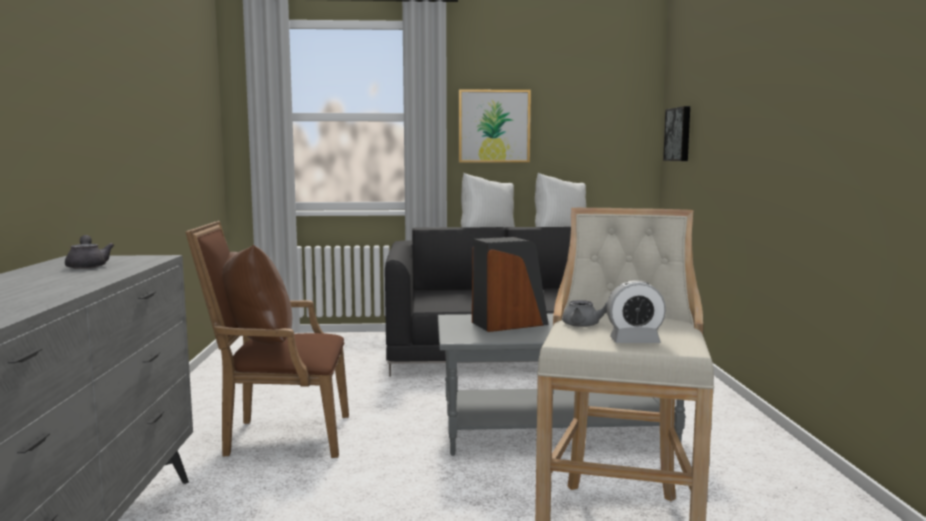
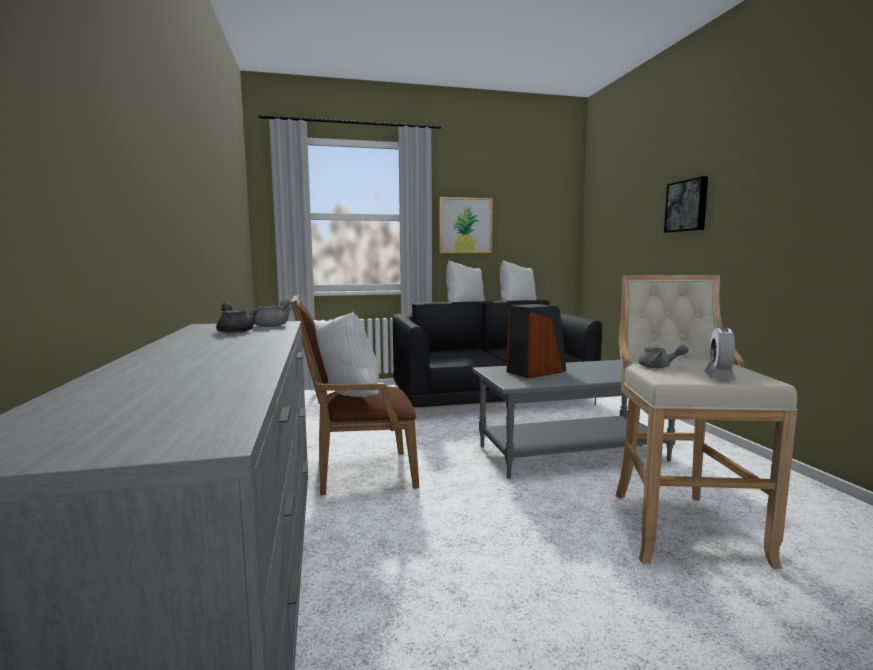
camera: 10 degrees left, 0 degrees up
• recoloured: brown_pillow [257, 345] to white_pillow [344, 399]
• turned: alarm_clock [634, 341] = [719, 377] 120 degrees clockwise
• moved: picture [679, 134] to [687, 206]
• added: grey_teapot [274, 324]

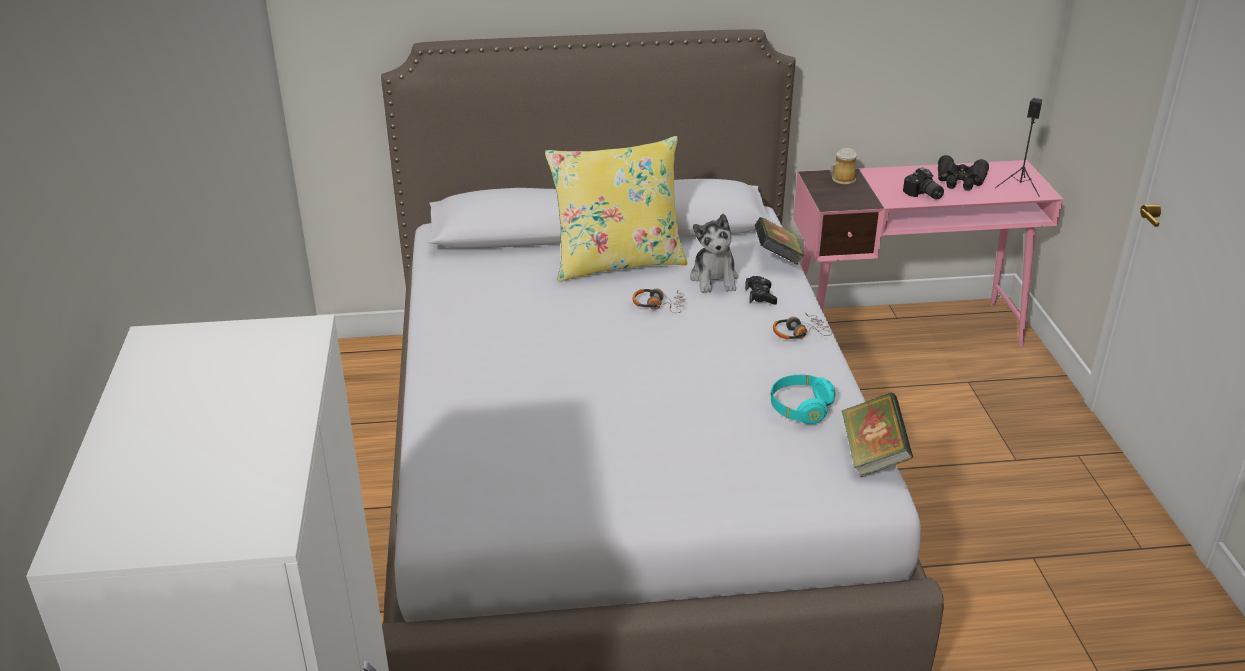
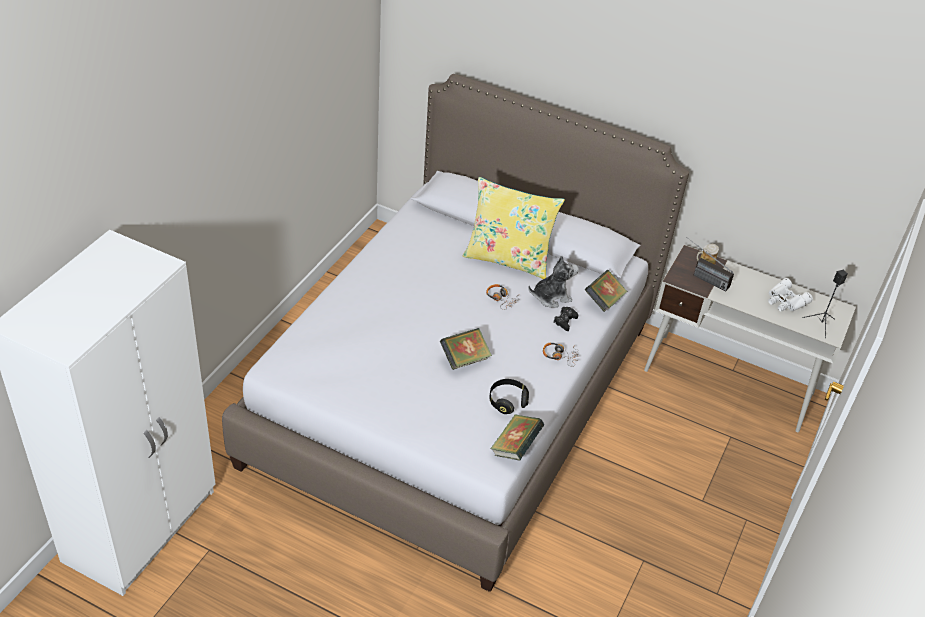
camera: 30 degrees right, 10 degrees up
• turned: plush_toy [714, 279] = [551, 297] 135 degrees counterclockwise
• recoloured: turquoise_headphones [800, 409] to black_headphones [507, 401]
• recoloured: pink_desk [906, 330] to white_desk [729, 382]
• removed: photo_camera [923, 195]
• recoloured: black_binoculars [960, 180] to white_binoculars [785, 301]
• added: book [464, 359]
• added: radio [702, 277]

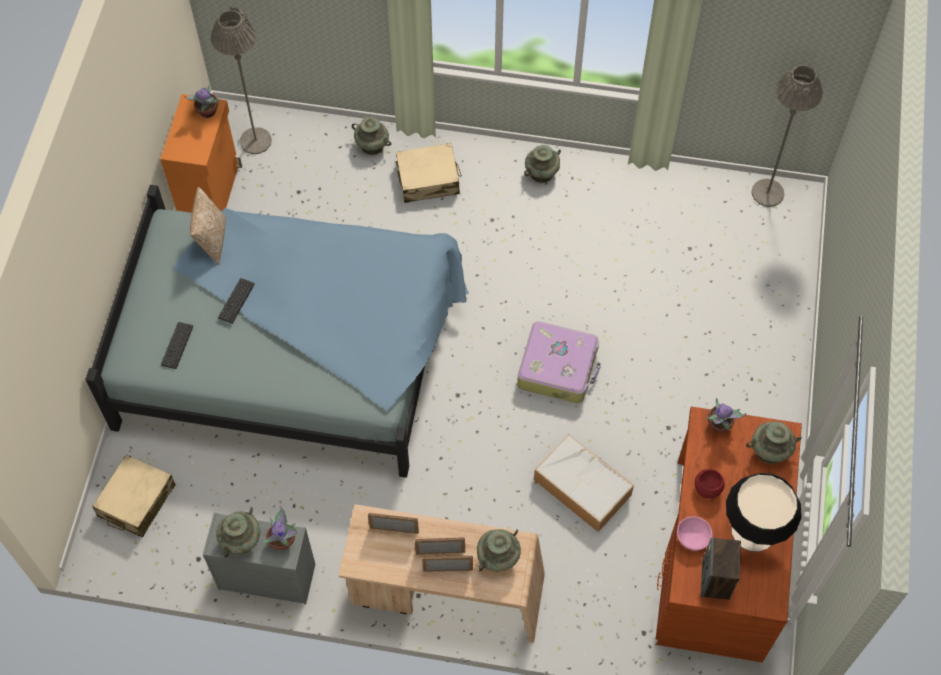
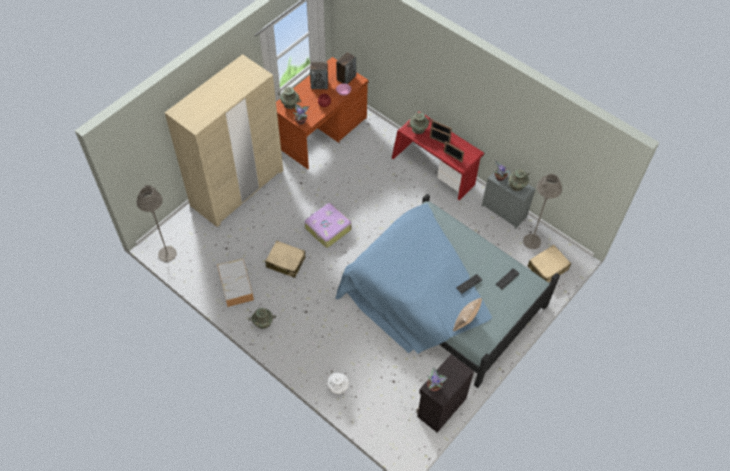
camera: 150 degrees left, 5 degrees down
• recoloured: orange_cabinet [211, 192] to black_cabinet [440, 407]
• moved: grey_floor_lamp [255, 141] to [532, 241]
• recoloured: beige_desk [446, 593] to red_desk [434, 171]
• recoloured: turquoise_vase [372, 145] to white_vase [338, 387]
• moved: beige_suitcase [428, 179] to [285, 262]
• moved: storage_box [581, 487] to [236, 286]
• replaced: table_lamp [753, 531] to speaker [319, 84]
• added: beige_wardrobe [237, 188]

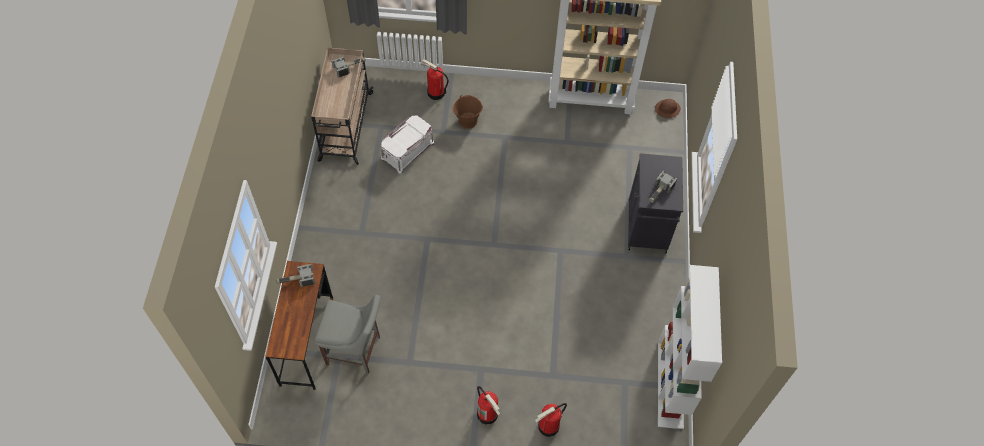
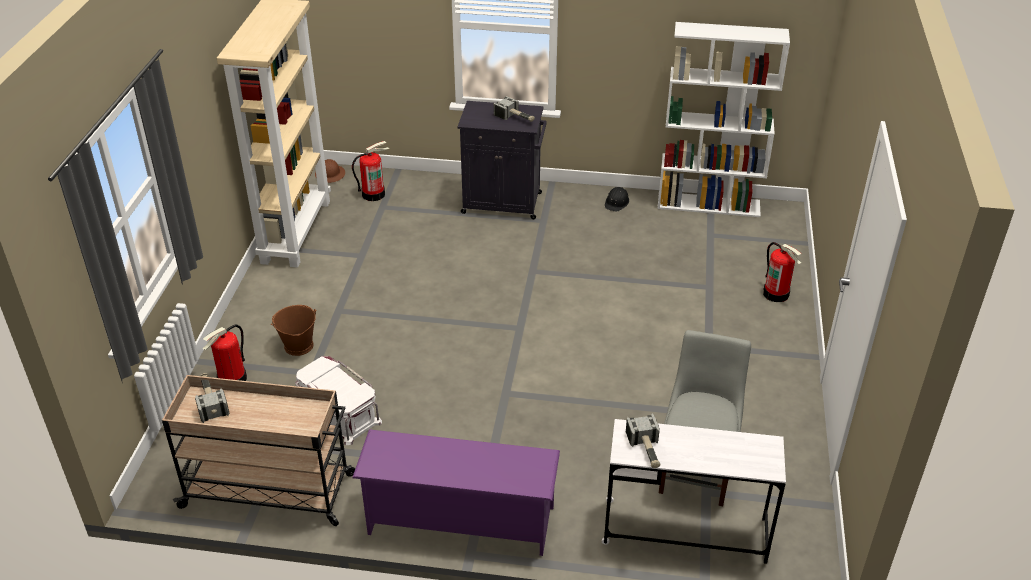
camera: 85 degrees left, 20 degrees down
• recoloured: brown_desk [307, 341] to white_desk [685, 531]
• moved: fire_extinguisher [487, 414] to [373, 194]
• added: purple_shoe_rack [459, 521]
• added: black_hard_hat [617, 202]

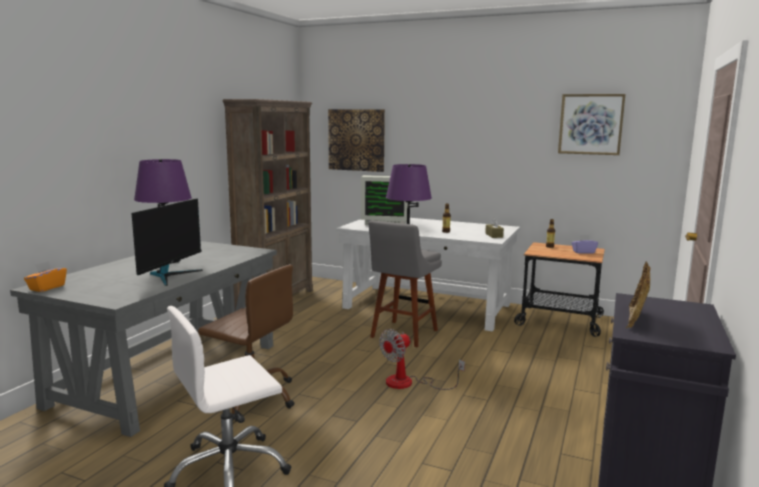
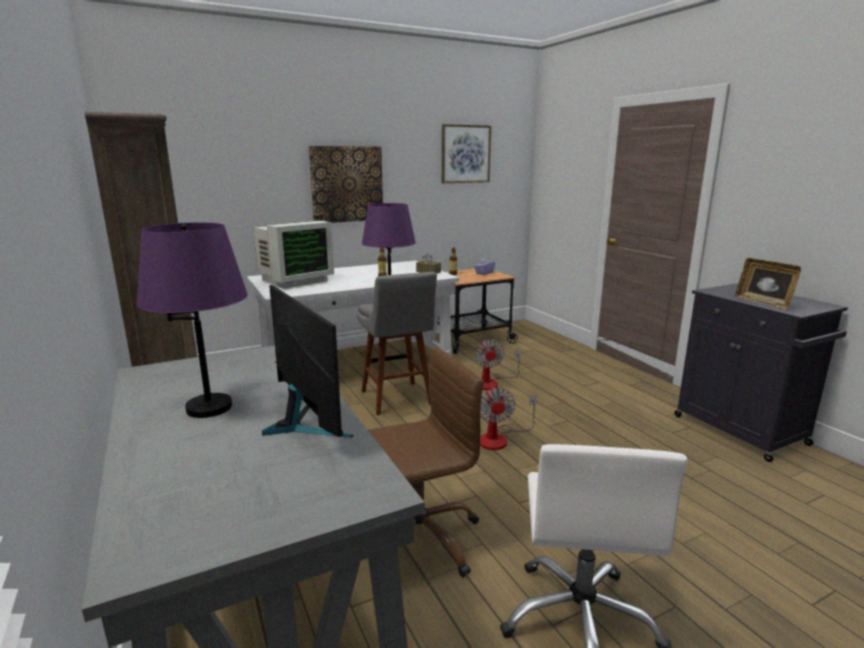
camera: 50 degrees left, 5 degrees up
• removed: orange_tissue_box [47, 288]
• moved: picture [356, 140] to [347, 184]
• added: fan [492, 382]

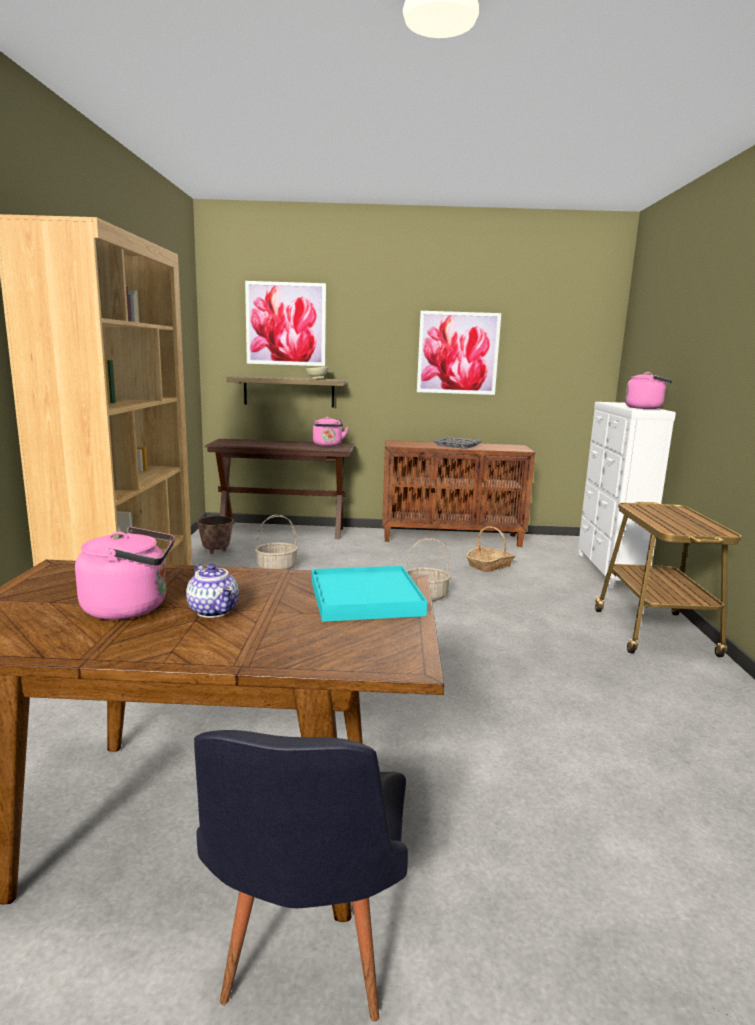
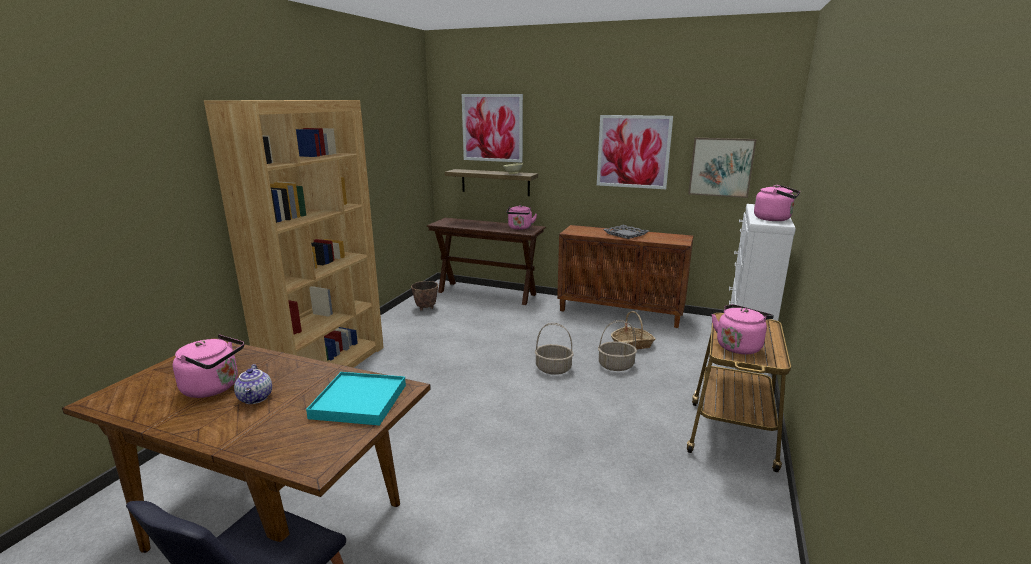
camera: 20 degrees right, 5 degrees up
• moved: basket [277, 567] to [616, 365]
• added: picture [721, 167]
• added: pink_kettle [739, 346]

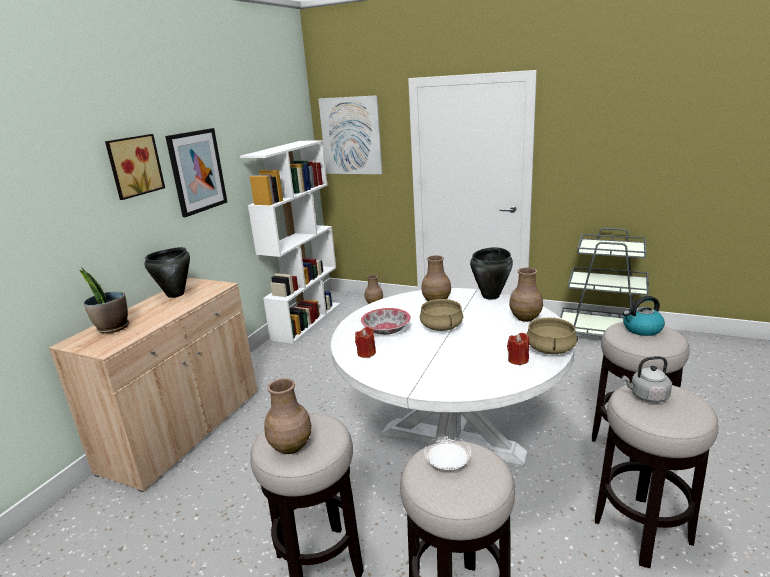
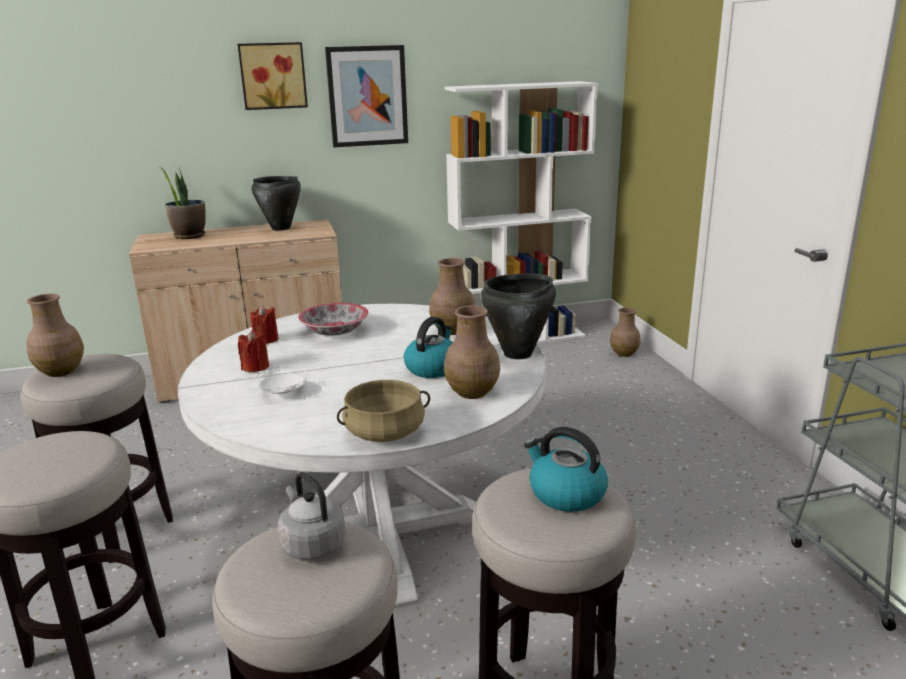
camera: 50 degrees right, 0 degrees up
• removed: picture [351, 136]
• removed: beige_cooking_pot [442, 327]
• moved: white_plate [447, 463] to [283, 392]
• moved: red_candle [518, 360] to [255, 367]
• added: kettle [432, 368]

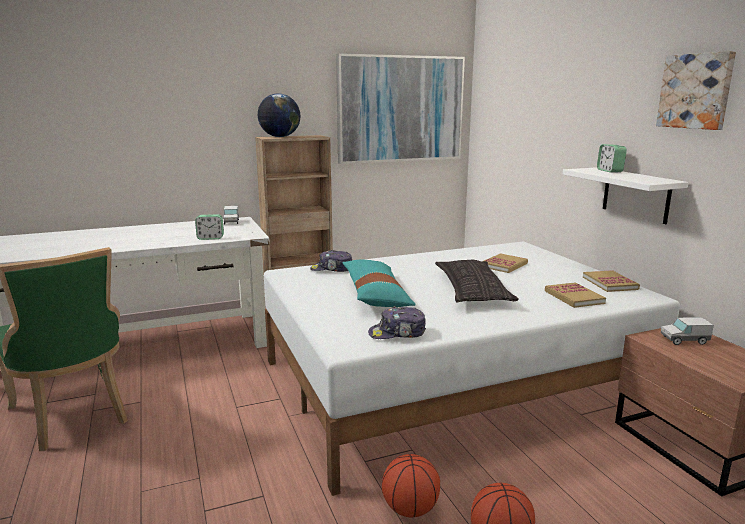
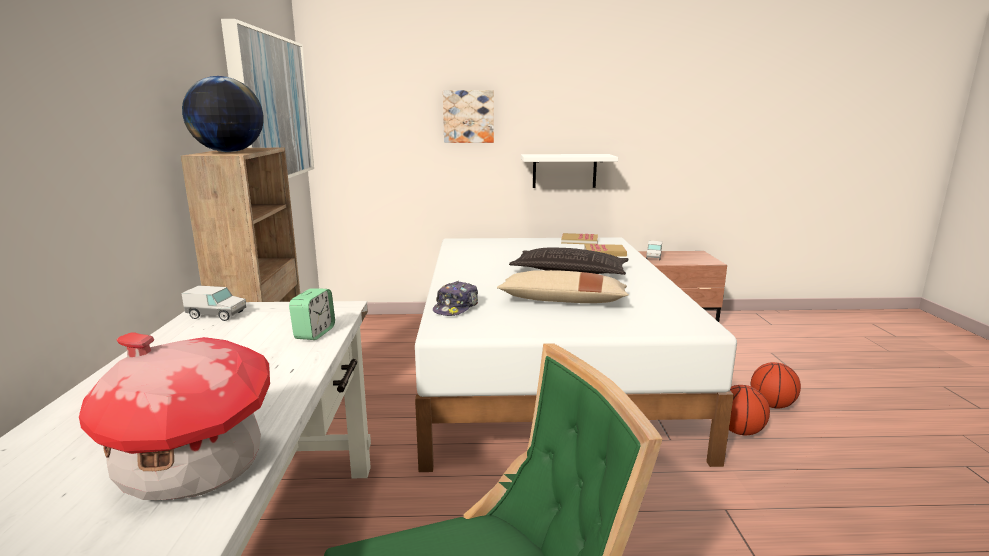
camera: 70 degrees left, 0 degrees up
• recoloured: turquoise_pillow [375, 295] to beige_pillow [563, 301]
• removed: cap [397, 333]
• removed: book [504, 265]
• removed: alarm_clock [609, 171]
• moved: picture [696, 91] to [468, 116]
• added: toy_house [191, 465]

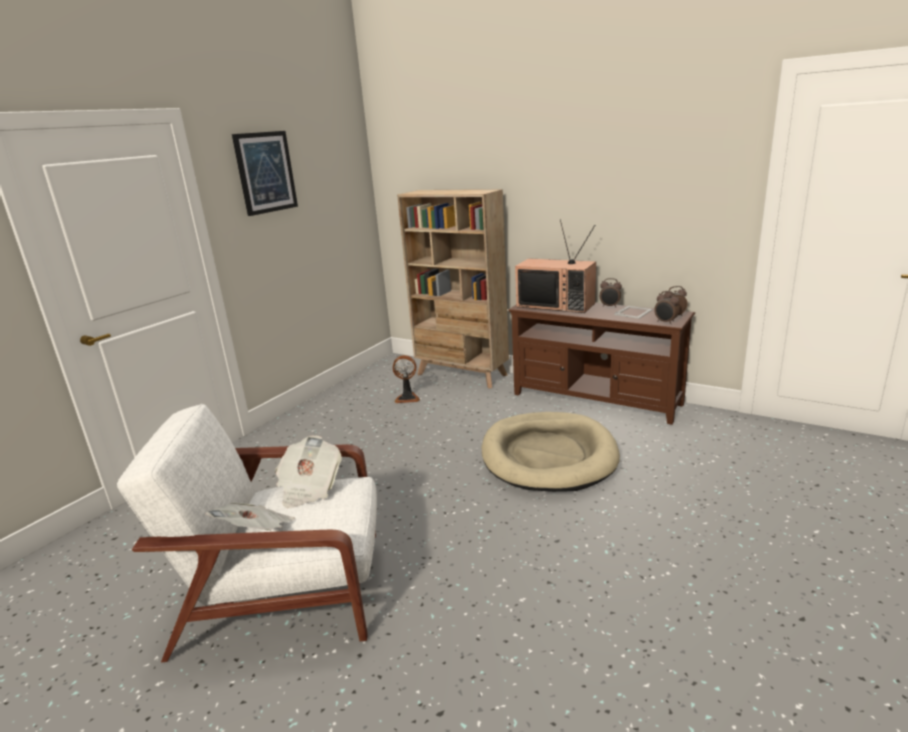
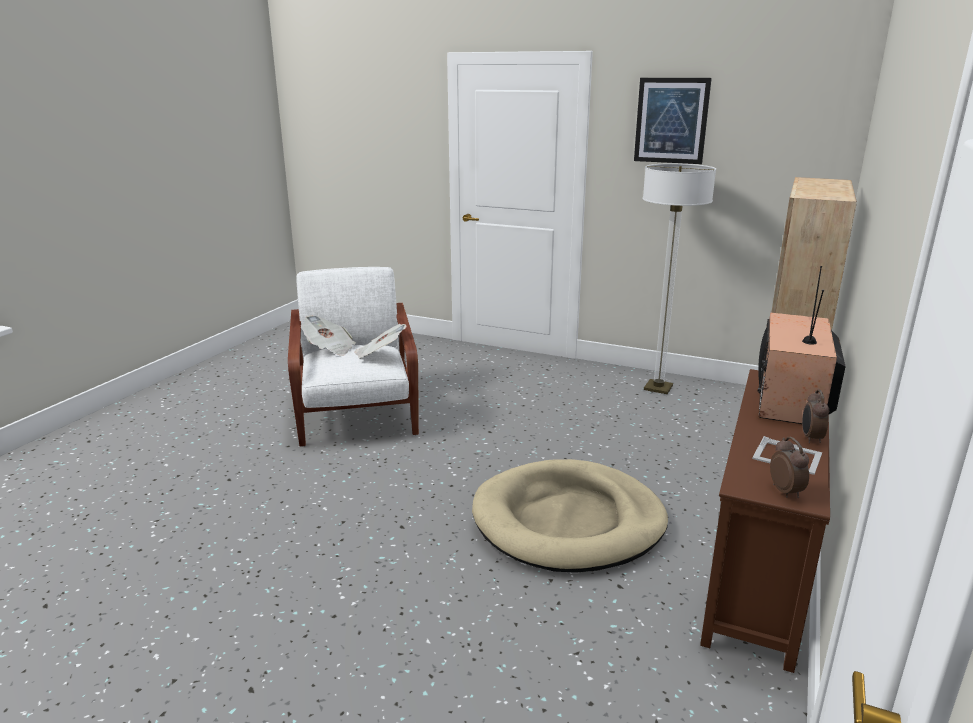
camera: 80 degrees right, 0 degrees up
• removed: fan [407, 398]
• removed: alarm_clock [665, 322]
• added: floor_lamp [658, 388]

